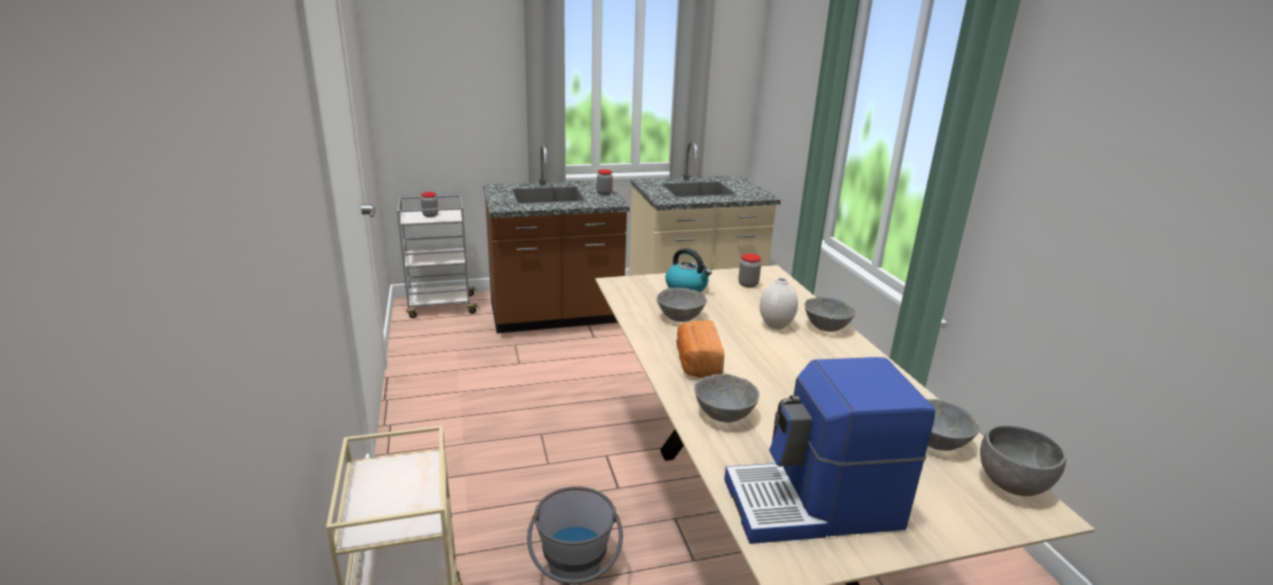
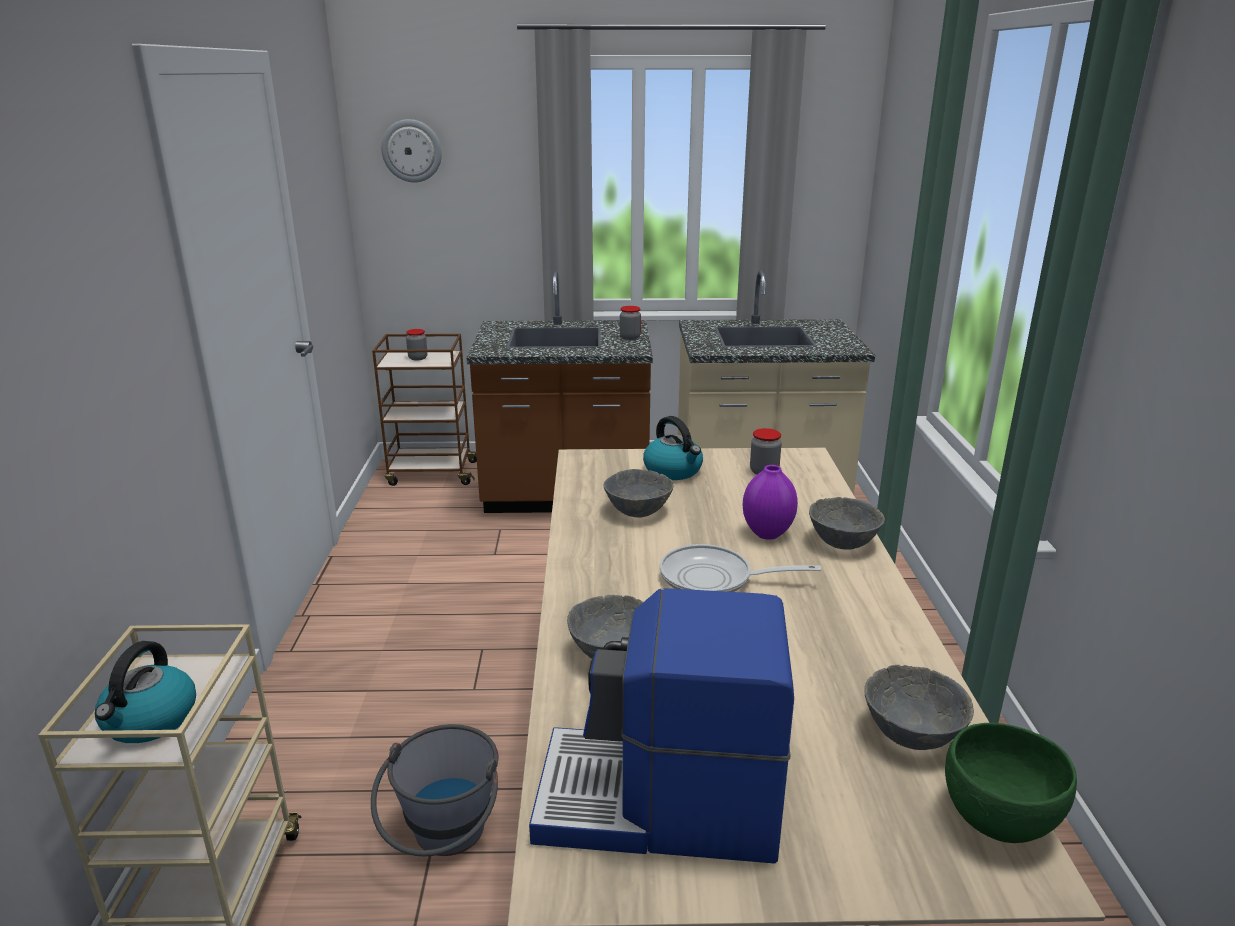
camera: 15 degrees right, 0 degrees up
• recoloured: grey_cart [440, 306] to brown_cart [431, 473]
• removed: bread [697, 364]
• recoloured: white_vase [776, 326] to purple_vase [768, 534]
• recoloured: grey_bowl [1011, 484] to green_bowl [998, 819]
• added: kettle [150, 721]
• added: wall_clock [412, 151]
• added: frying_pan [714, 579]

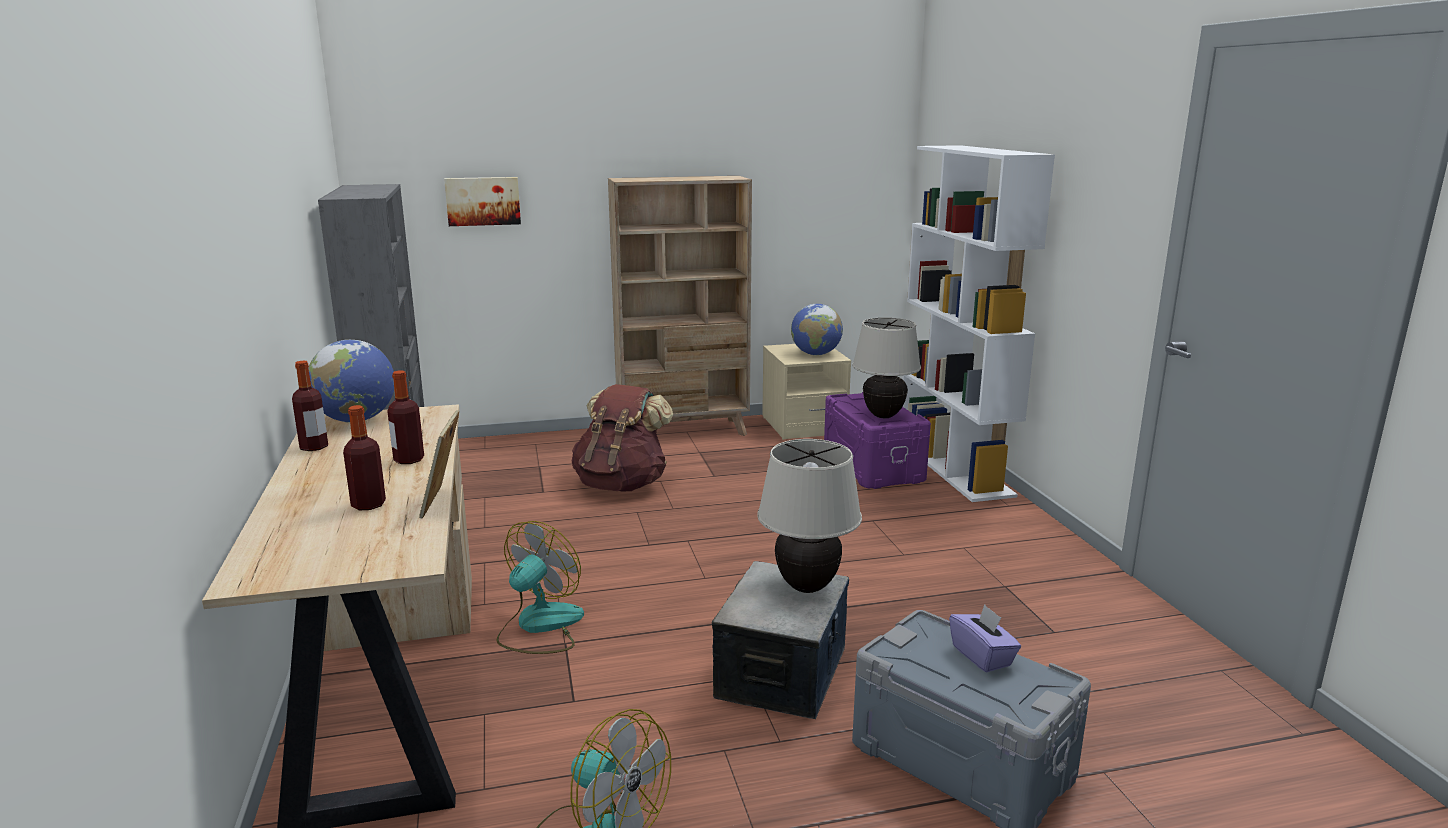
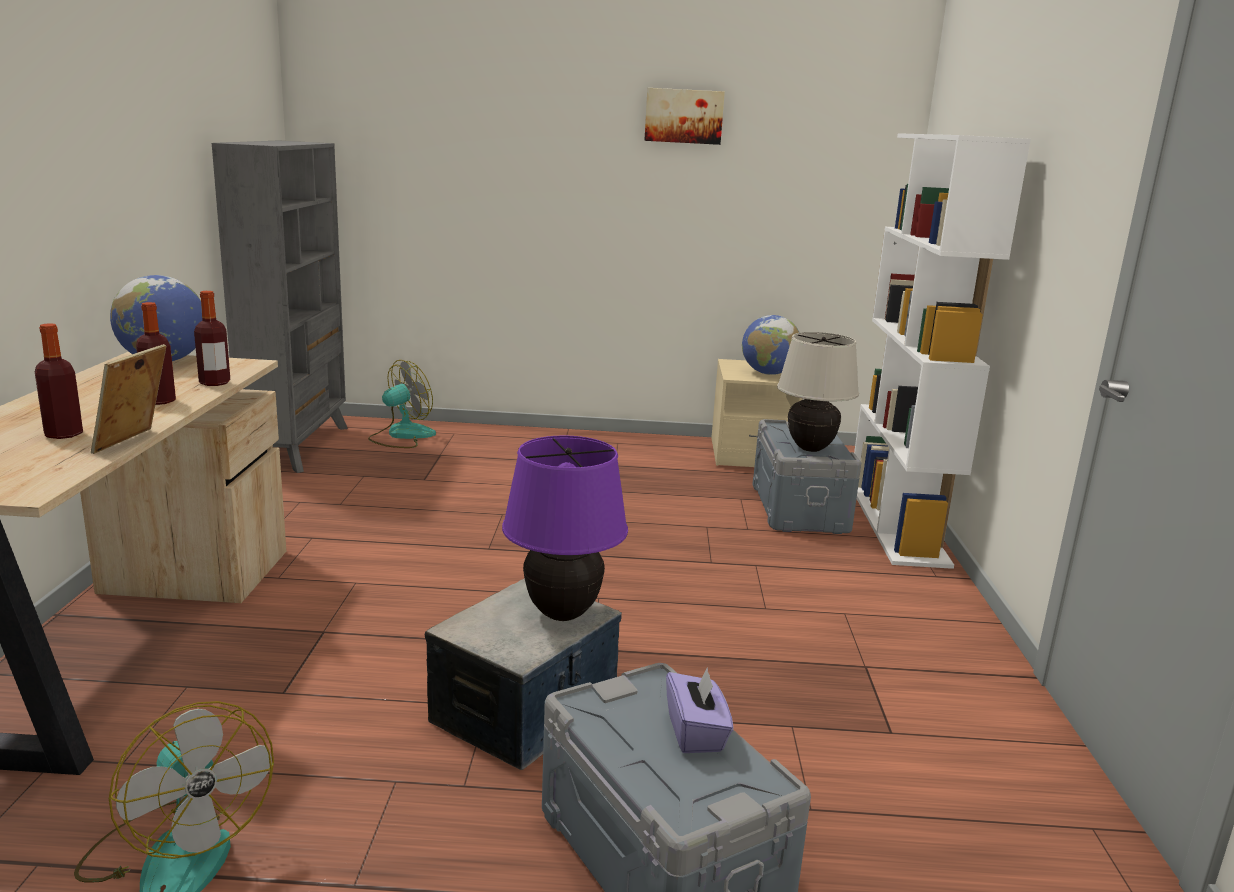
camera: 15 degrees right, 0 degrees up
• moved: bottle [314, 447] to [215, 383]
• moved: picture [483, 201] to [684, 116]
• moved: fan [539, 626] to [401, 436]
• removed: brown_backpack [622, 485]
• removed: beige_bookcase [684, 432]
• recoloured: beige_table_lamp [807, 586] to purple_table_lamp [562, 613]
• recoloured: purple_storage_box [874, 466] to grey_storage_box [800, 508]

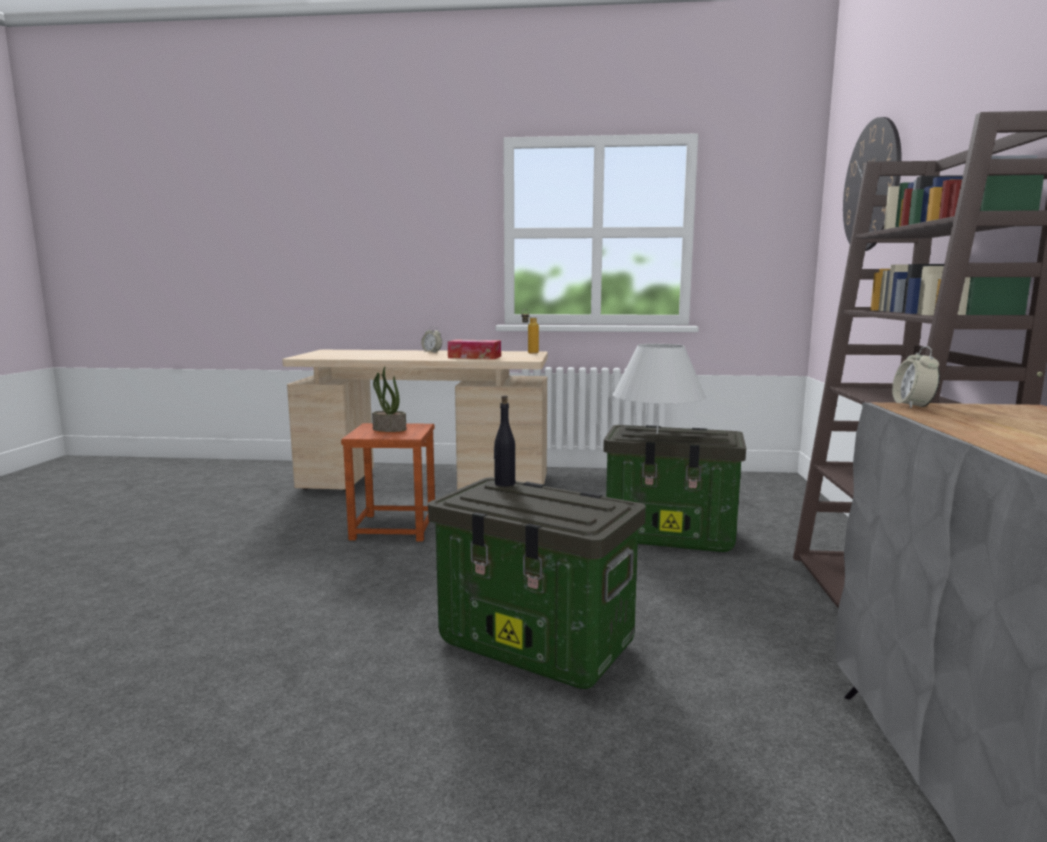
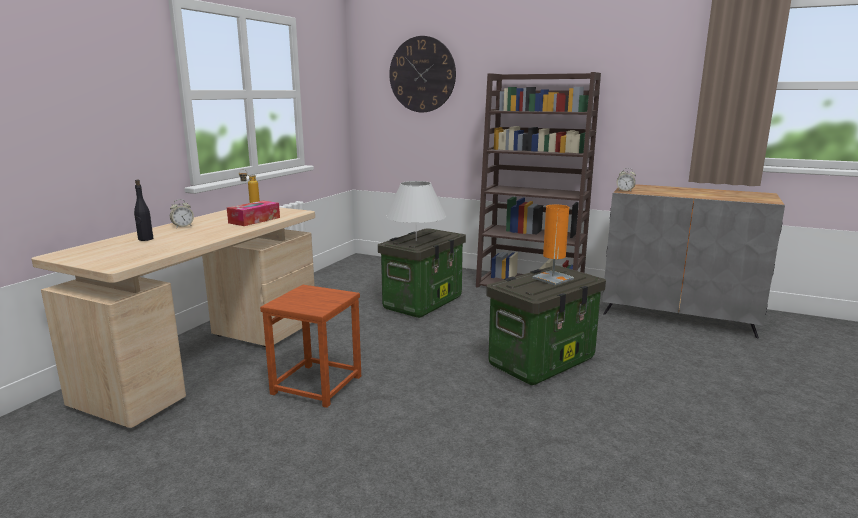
camera: 70 degrees left, 5 degrees up
• removed: potted_plant [388, 429]
• moved: black_bottle [504, 483] to [145, 239]
• added: orange_table_lamp [552, 278]

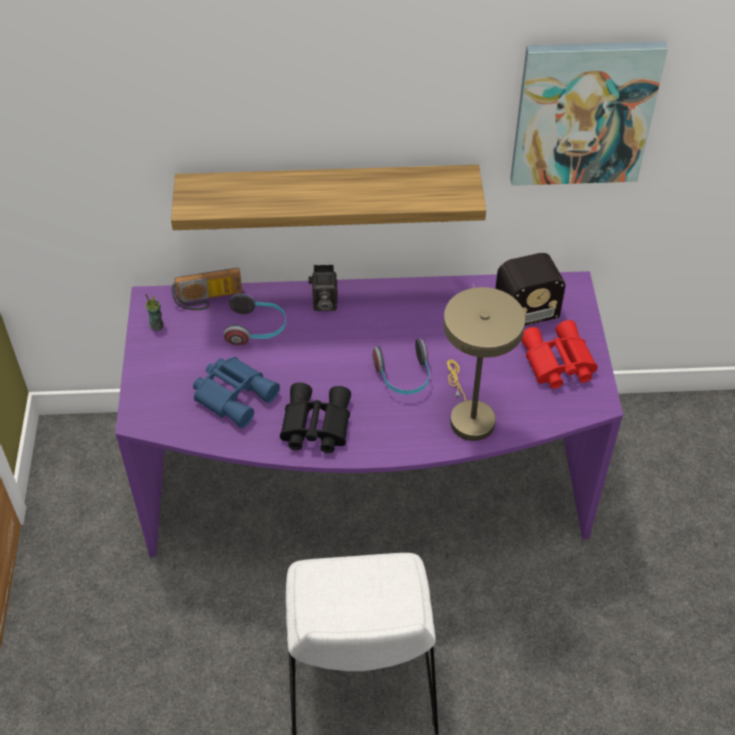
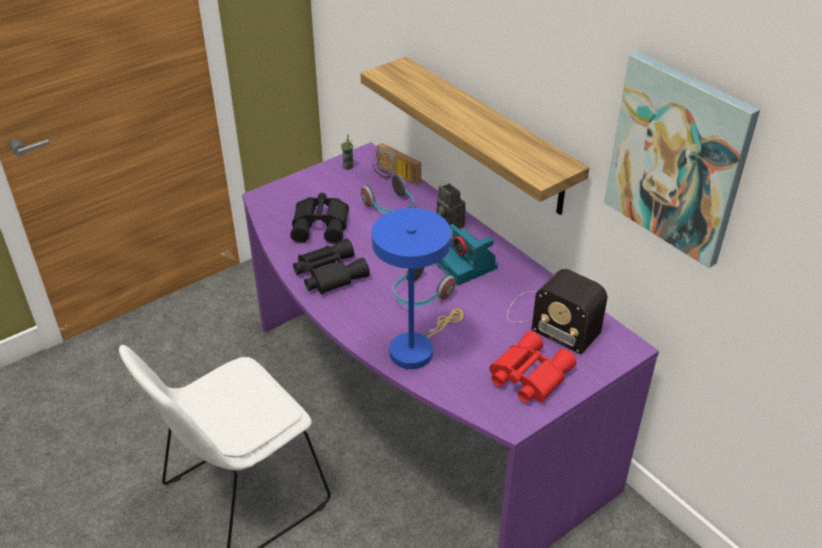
camera: 55 degrees right, 10 degrees down
• recoloured: blue_binoculars [235, 394] to black_binoculars [322, 225]
• recoloured: beige_table_lamp [469, 416] to blue_table_lamp [416, 348]
• added: photo_camera [466, 265]

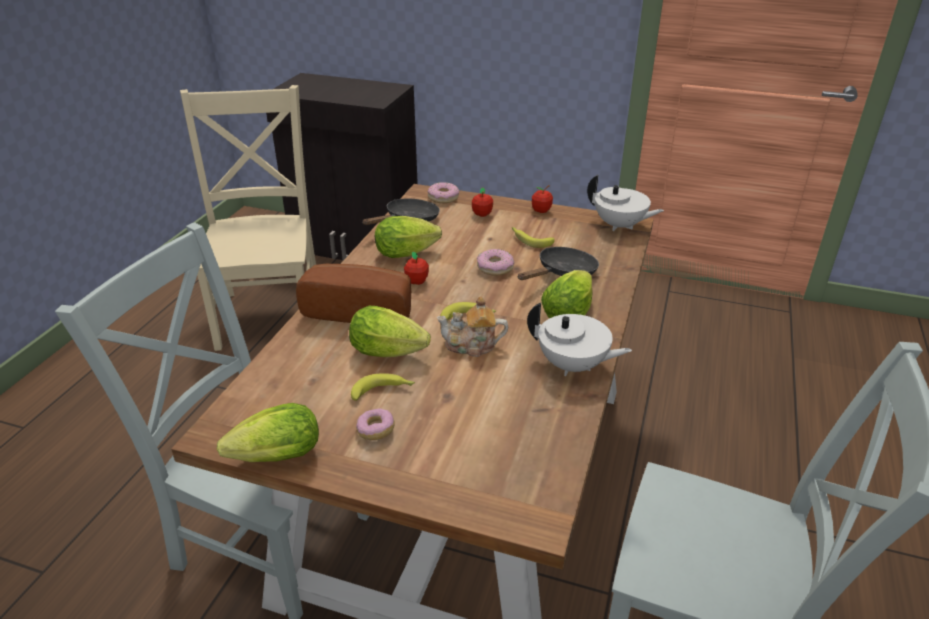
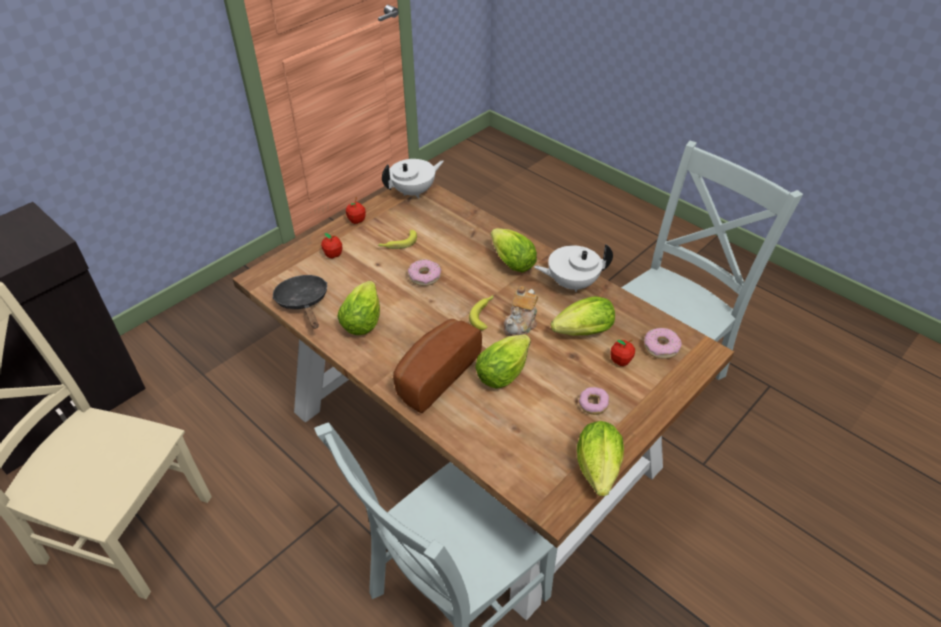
camera: 65 degrees left, 10 degrees up
• removed: banana [383, 391]
• moved: apple [417, 281] to [620, 361]
• moved: donut [443, 197] to [661, 347]
• removed: black_frying_pan [563, 273]
• turned: white_teapot [573, 366] = [571, 283] 150 degrees counterclockwise
• added: lettuce [580, 333]

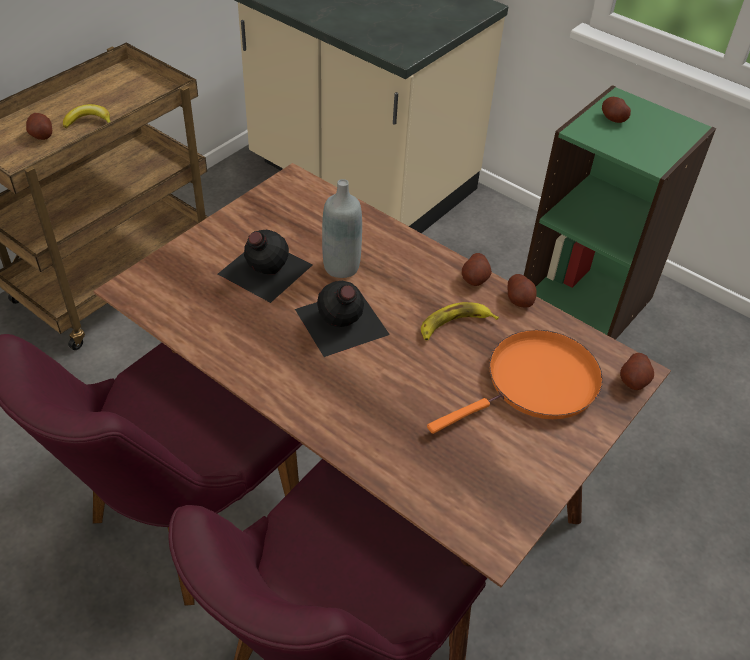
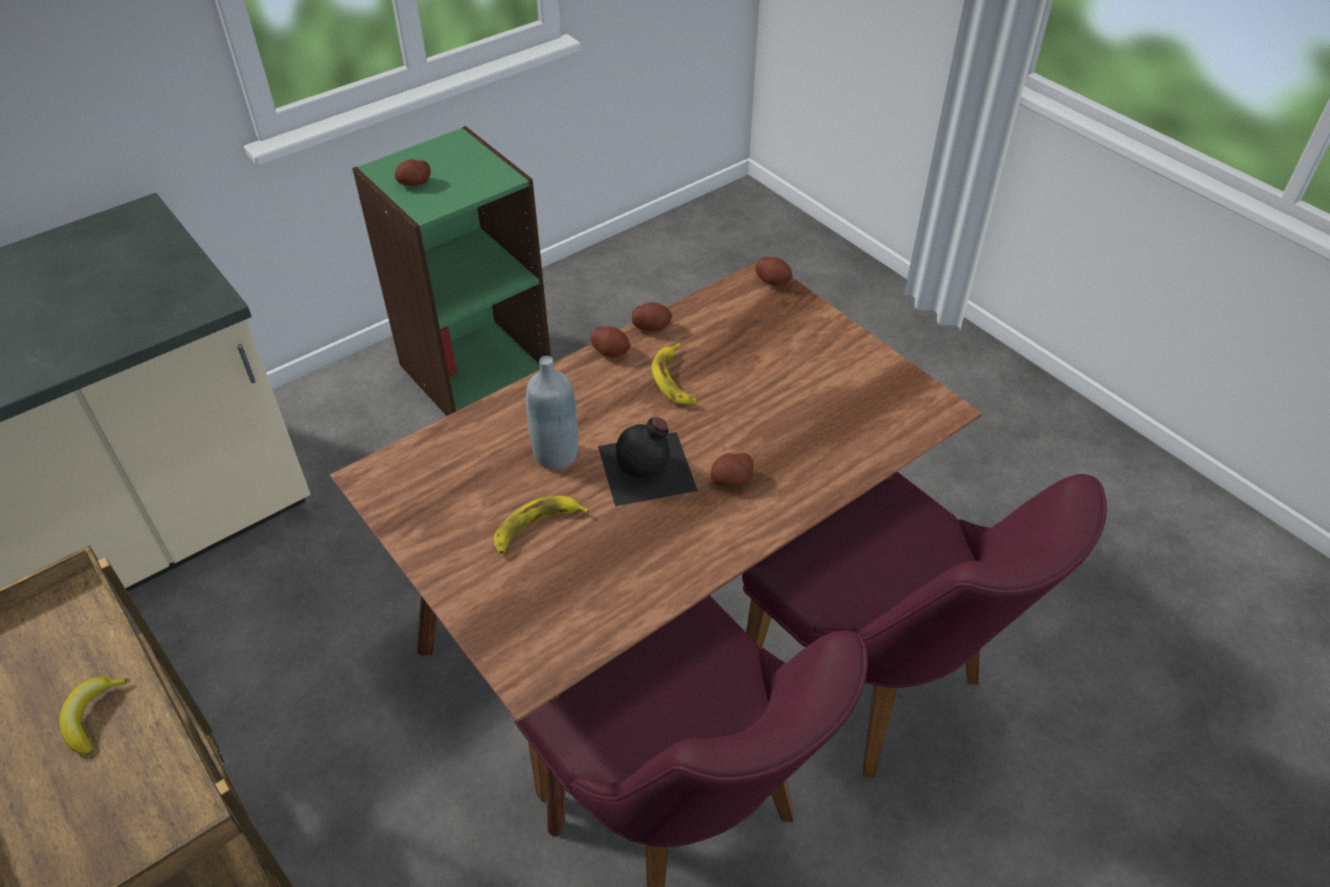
camera: 75 degrees left, 0 degrees up
• moved: potato [41, 135] to [731, 480]
• replaced: black_bottle [263, 269] to banana [536, 527]
• removed: orange_frying_pan [536, 384]

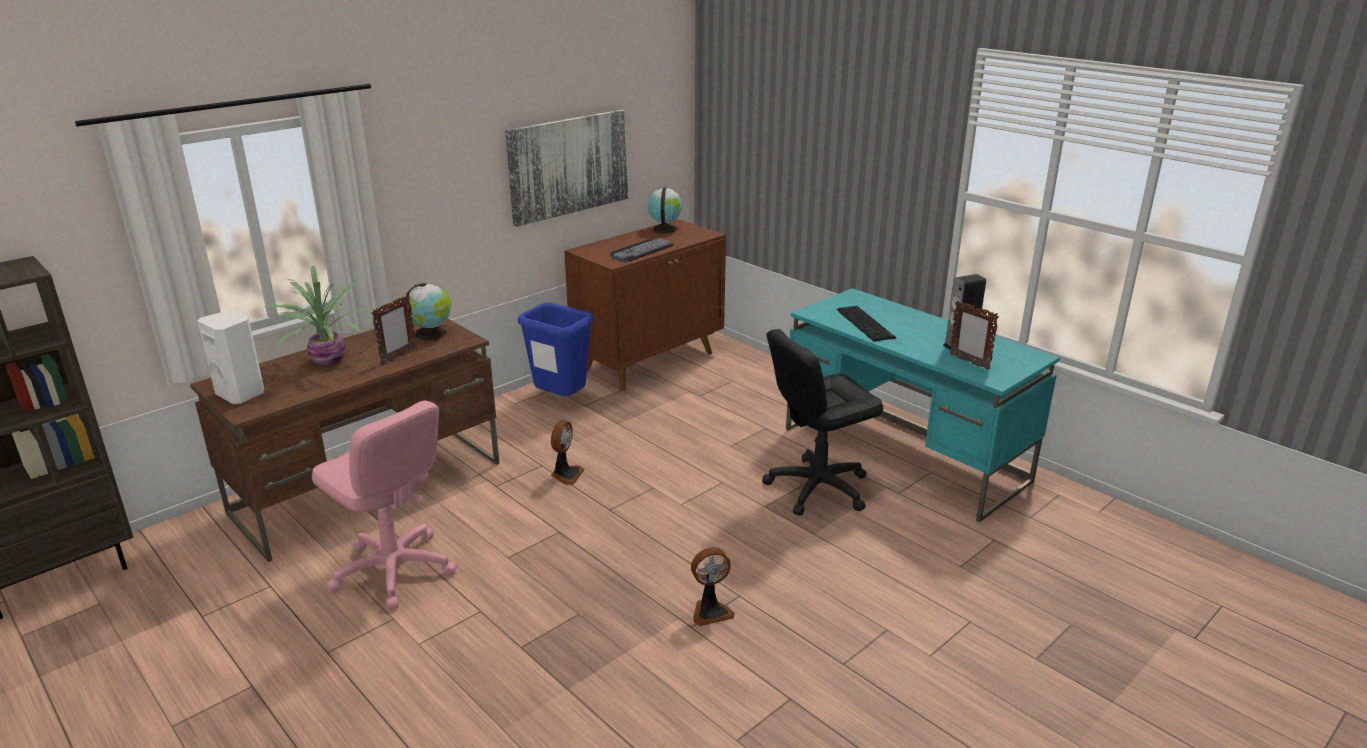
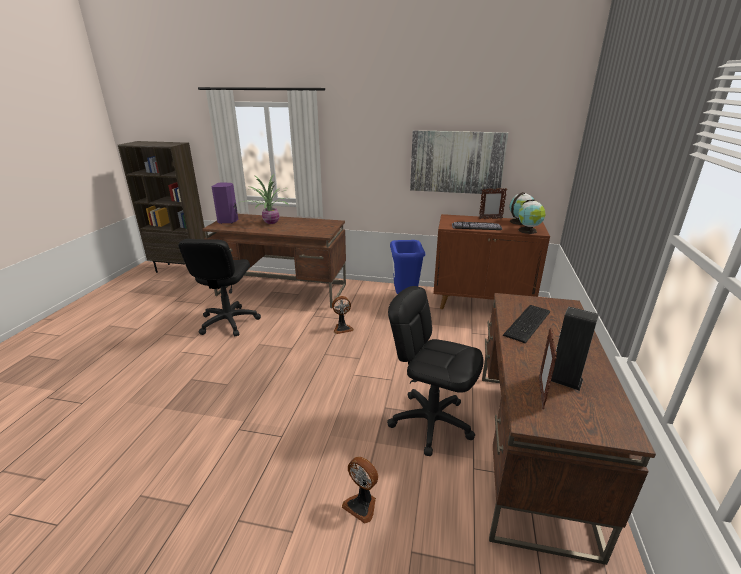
camera: 55 degrees right, 0 degrees up
• recoloured: white_speaker [242, 394] to purple_speaker [228, 221]
• recoloured: pink_office_chair [393, 570] to black_office_chair [228, 322]
• moved: picture_frame [398, 357] to [490, 219]
• moved: globe [432, 334] to [528, 231]
• moved: fan [710, 611] to [362, 505]
• recoloured: turquoise_desk [905, 455] to brown_desk [529, 451]

